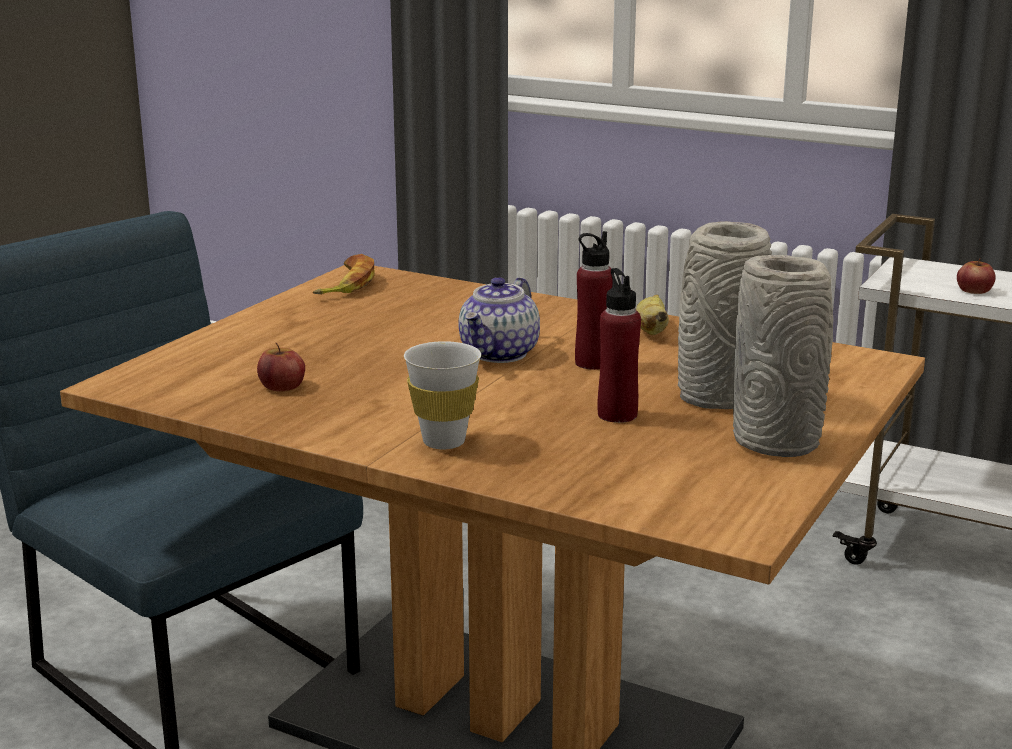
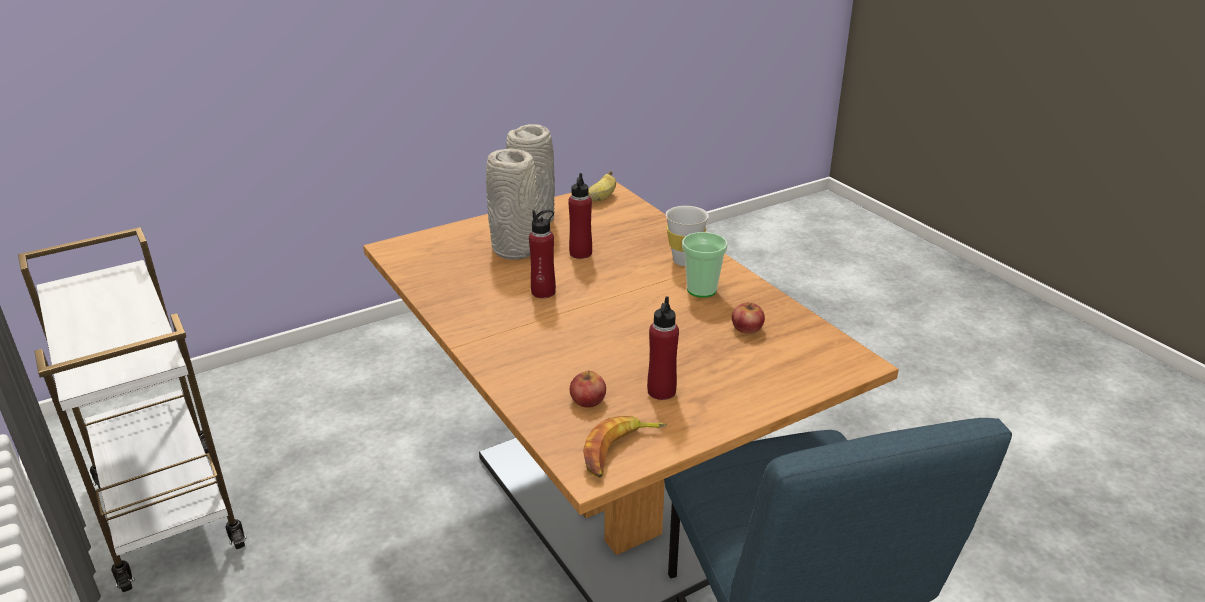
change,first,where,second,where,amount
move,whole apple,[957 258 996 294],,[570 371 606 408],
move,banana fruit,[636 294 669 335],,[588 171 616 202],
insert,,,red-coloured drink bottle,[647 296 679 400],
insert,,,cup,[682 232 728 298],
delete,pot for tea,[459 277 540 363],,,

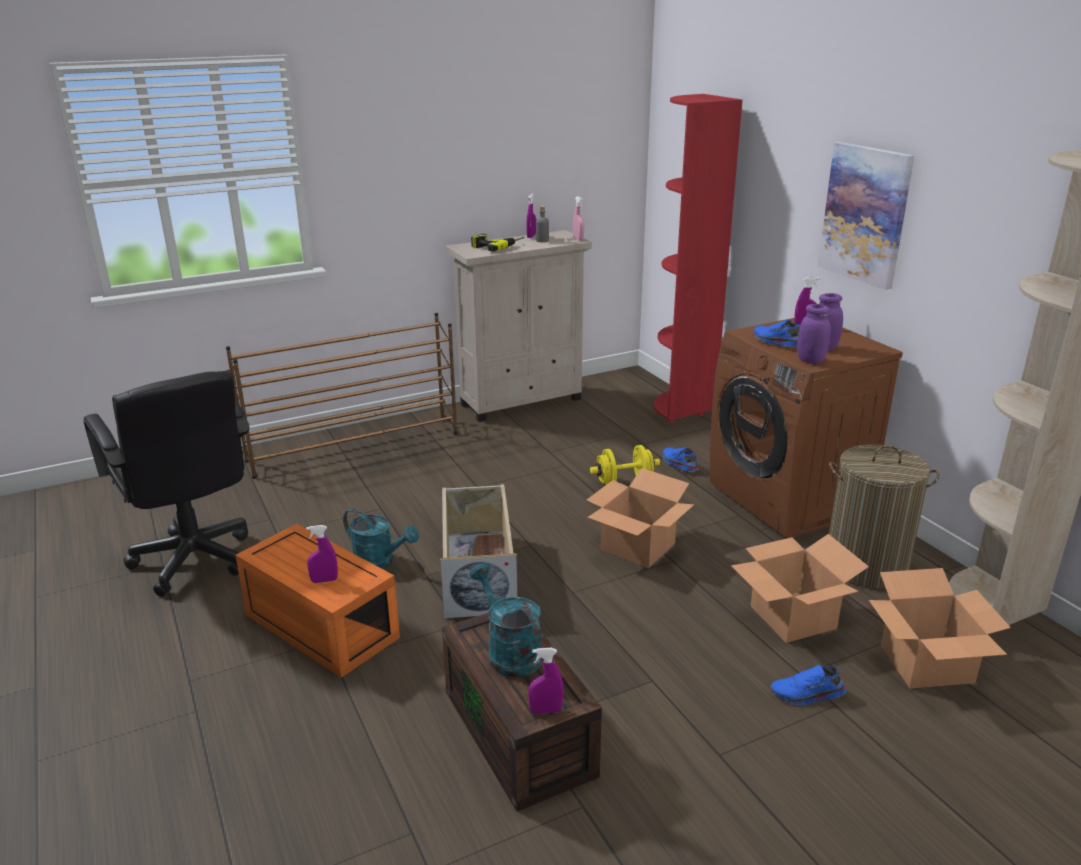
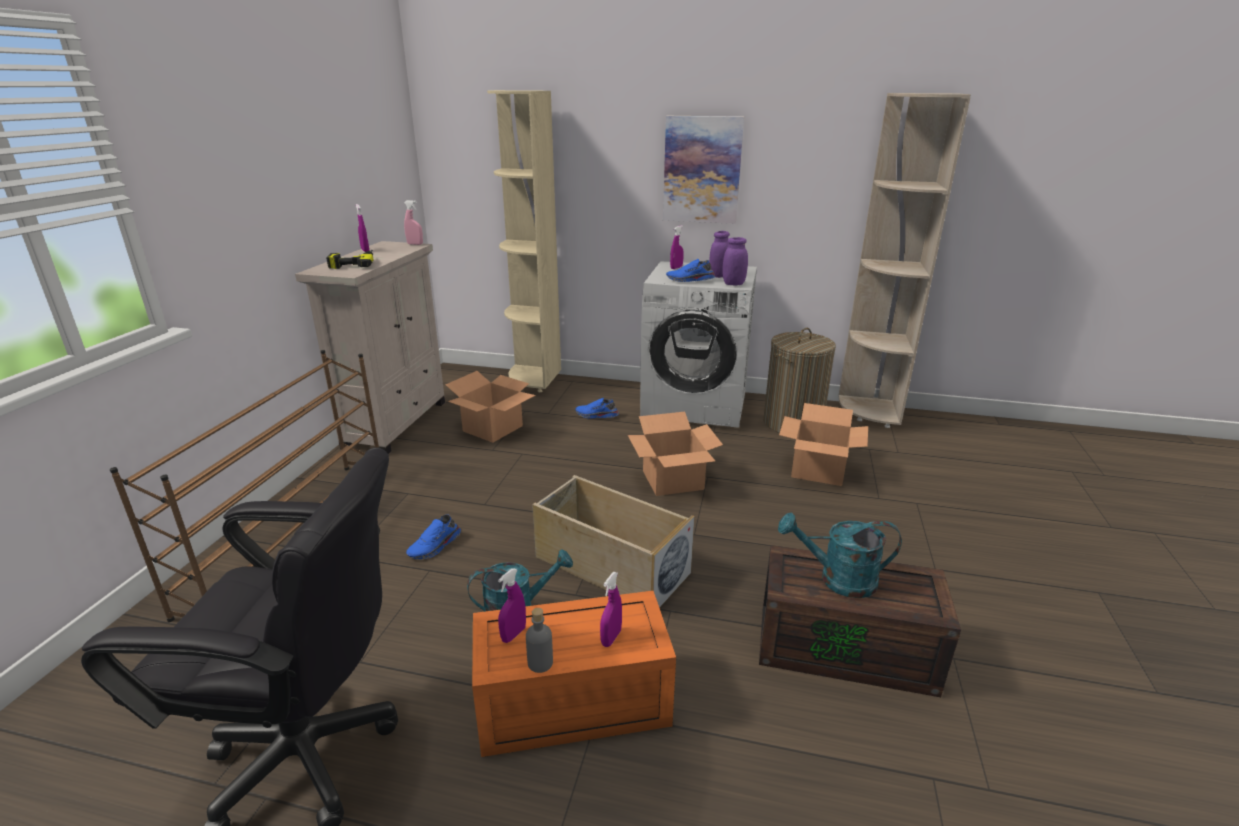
change,first,where,second,where,amount
move,blue-coloured item of footwear,[771 665 846 705],,[406 514 461 559],
move,cardboard box,[869 568 1011 688],,[445 371 536 443],
recolor,red-coloured bookshelf,[654 94 742 423],beige bookshelf,[487 90 561 392],
move,purple hand sprayer,[528 648 564 714],,[498 569 526 643],
move,greyish drink bottle,[536 206 549 242],,[526 608 553 673],
recolor,brownish laundry appliance,[710 318 903 538],white-coloured laundry appliance,[640 261 757 428],
delete,yellowish dumbbell,[590 445 660 485],,,

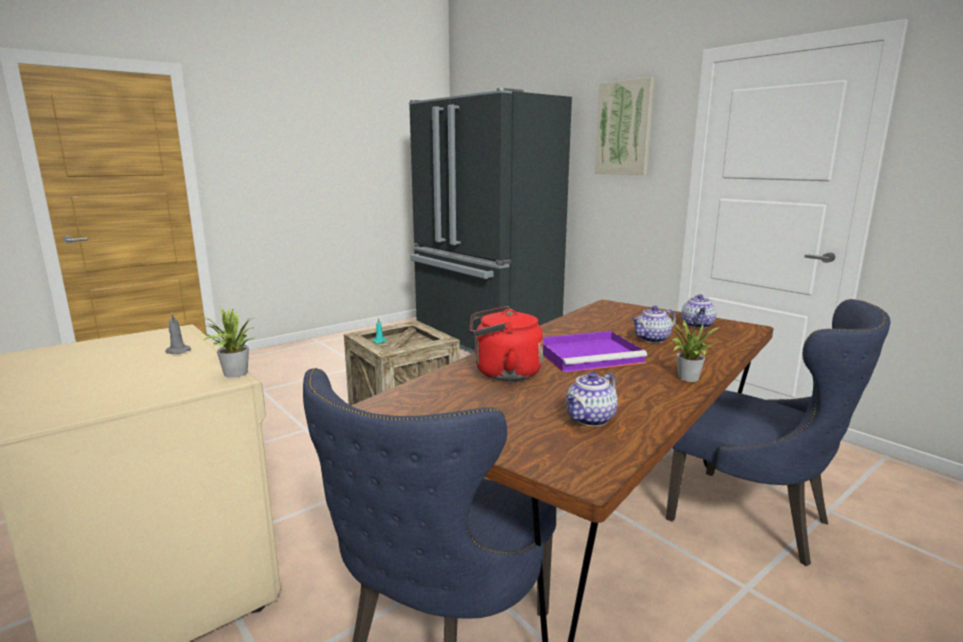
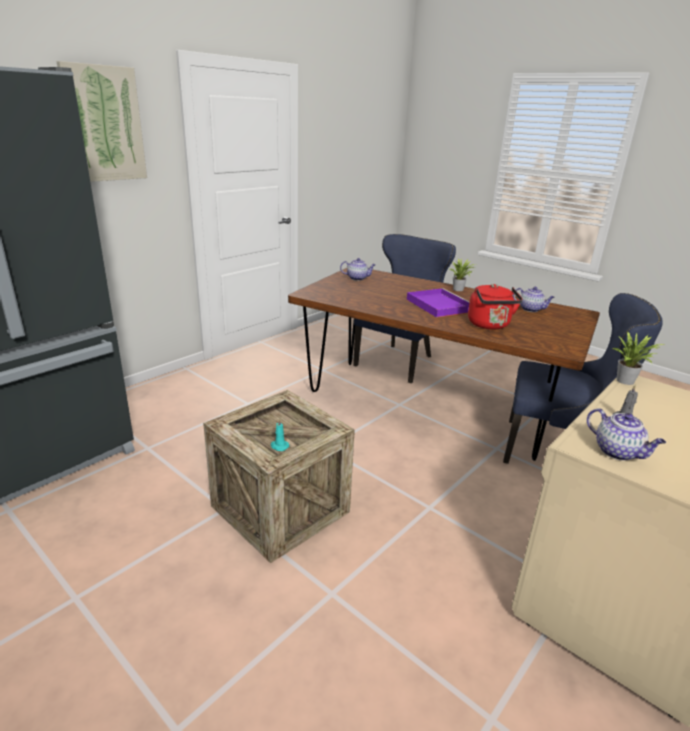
change,first,where,second,where,amount
move,pot for tea,[632 306 676 343],,[587 408 666 461],

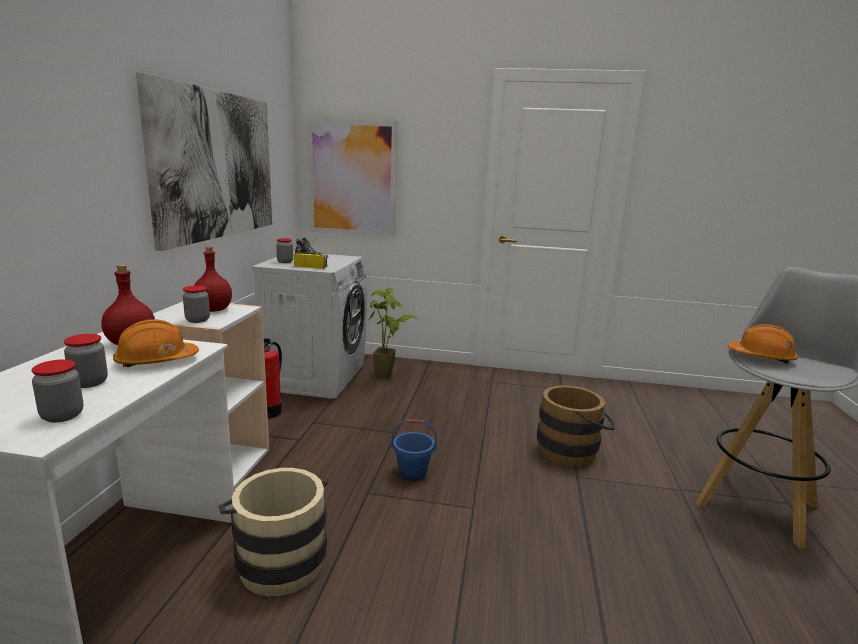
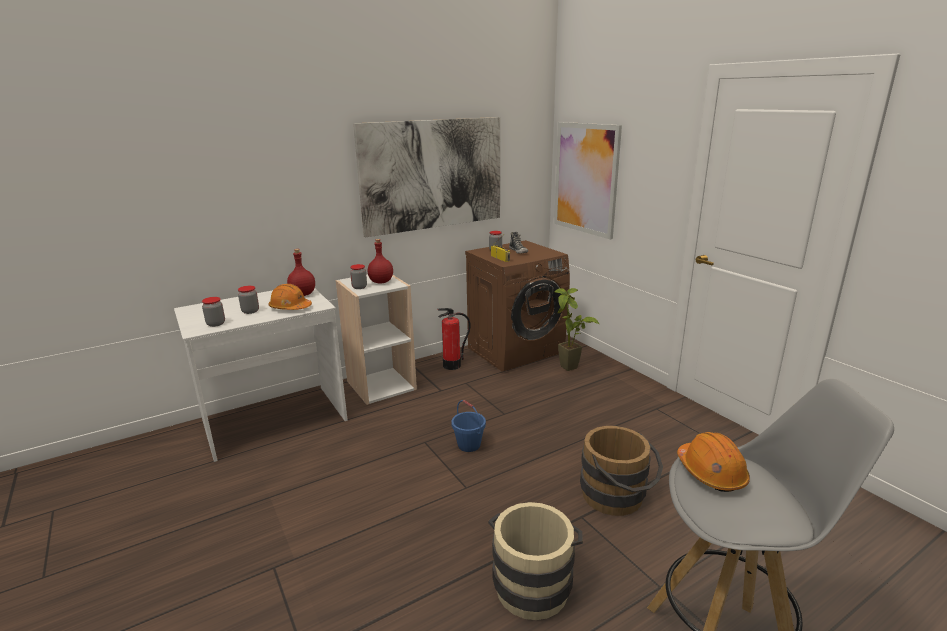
change,first,where,second,where,amount
recolor,white-coloured laundry appliance,[252 252 367 399],brownish laundry appliance,[465 240 570 371],
move,beige water bucket,[219 468 328 596],,[488 502 583 620],

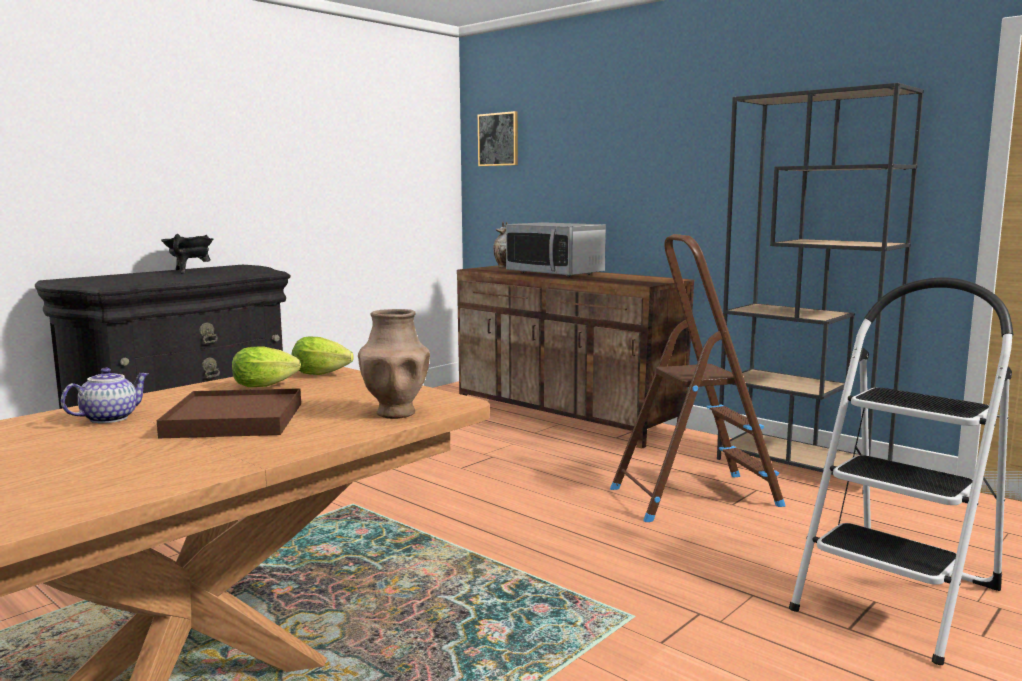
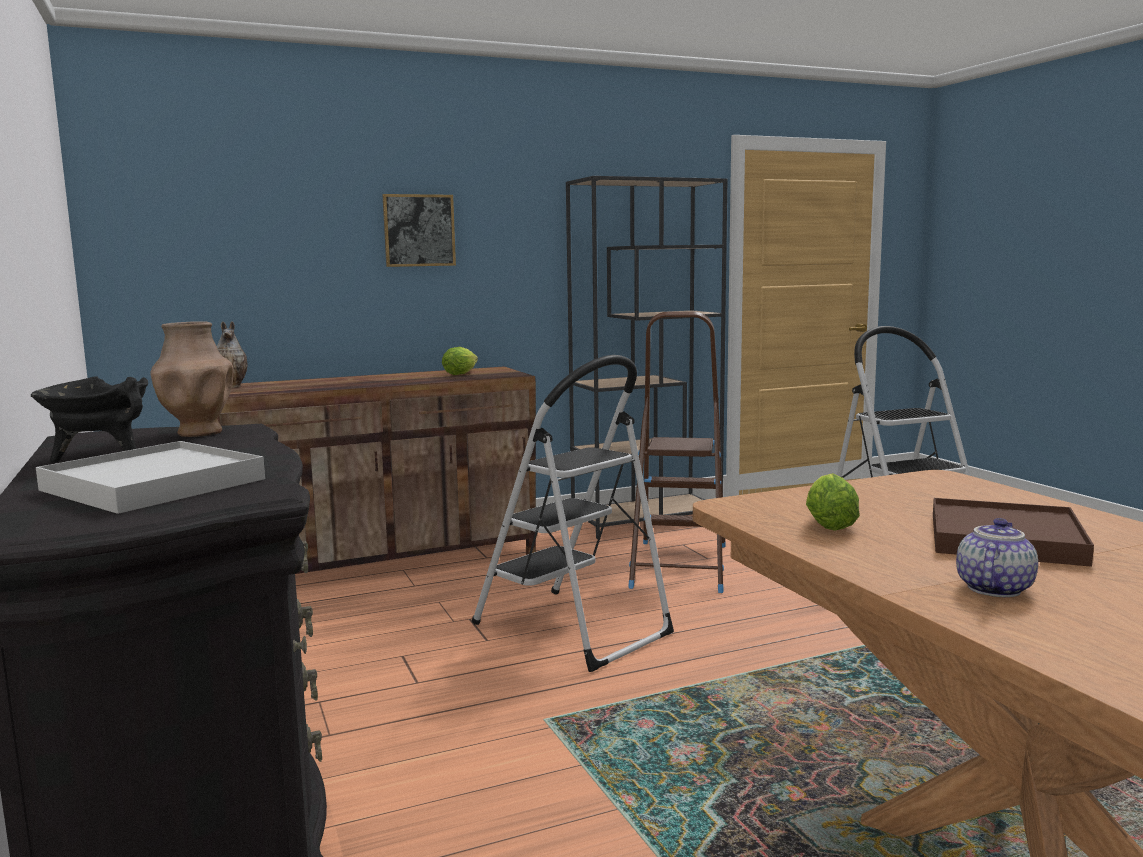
change,first,where,second,where,amount
insert,,,white-coloured serving tray,[36 441 265 514],
move,brownish flower vase,[358 309 430 419],,[150 321 234 437],
move,wall picture,[478 111 518 166],,[382 194 456 267],
move,lettuce head,[291 337 354 375],,[442 347 478 375],
insert,,,stepladder,[472 355 674 672],
rotate,pot for tea,[61 368 149 423],,[956 518 1038 597],60 degrees clockwise
delete,kitchen microwave,[506 222 606 277],,,

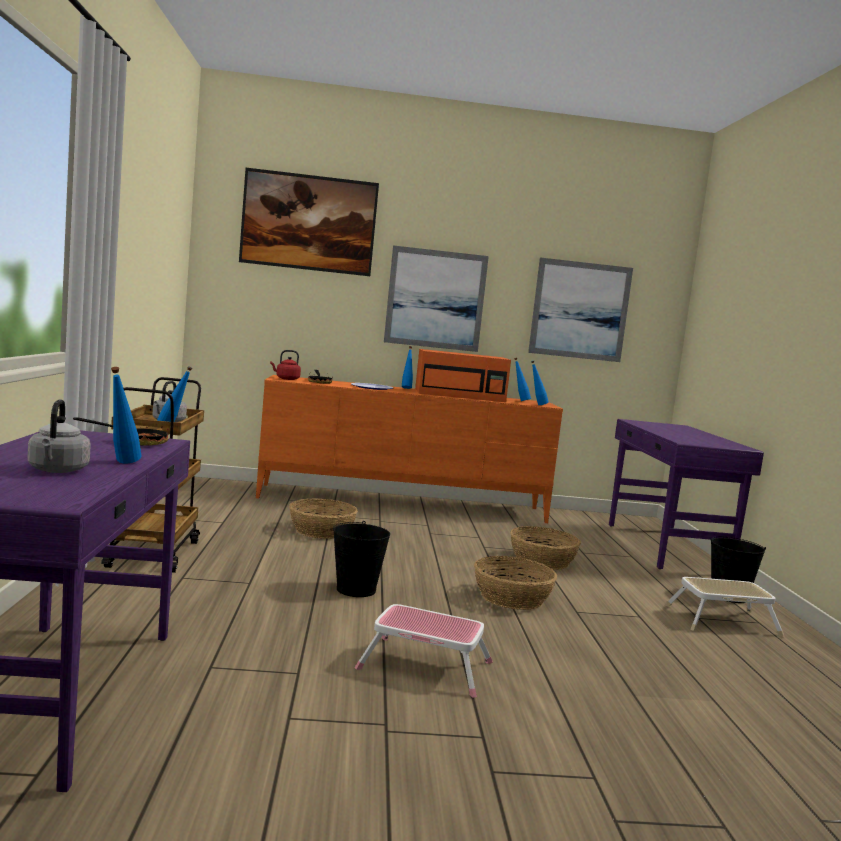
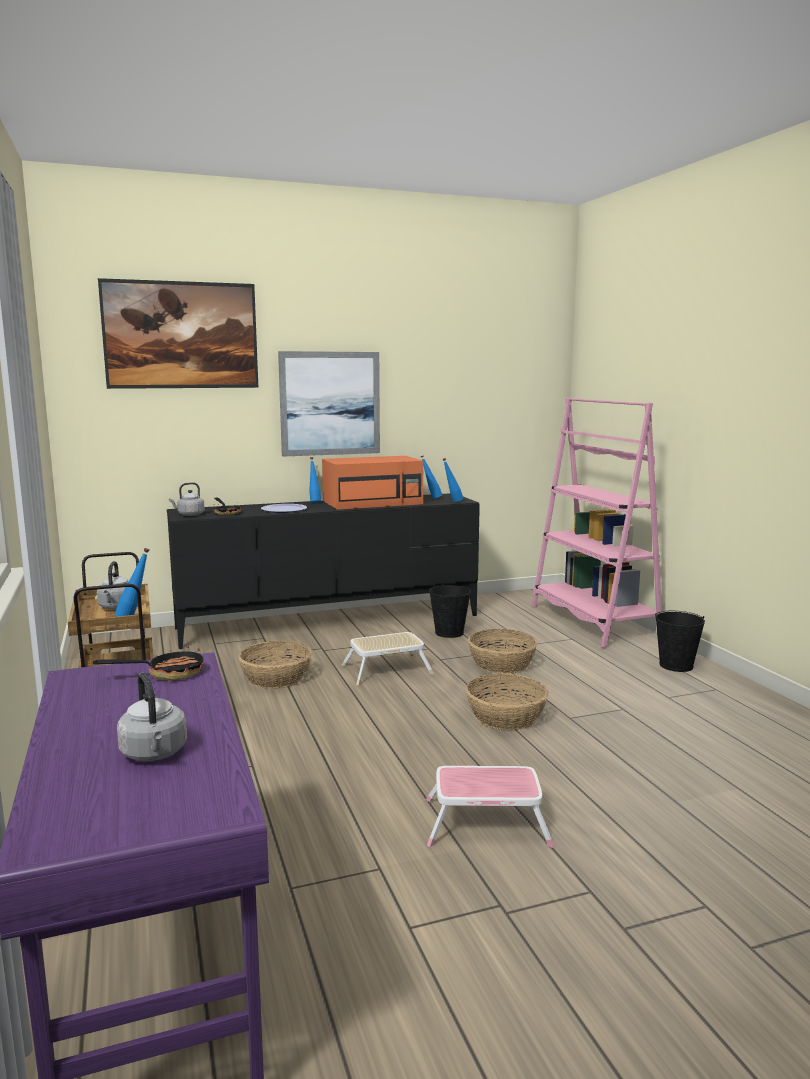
change,first,where,second,where,amount
recolor,orange-coloured cupboard,[256 375 563 523],black cupboard,[167 493 480 649],
recolor,red-coloured water kettle,[270 350 301 380],greyish water kettle,[169 482 205 516],
move,beige stepladder,[665 577 784 637],,[341 632 434 685],
move,black water bucket,[333 521 390 597],,[429 583 471 638],
replace,purple hall table,[609 419 764 569],pink-coloured bookshelf,[532 398 662 648],
delete,blue-coloured drink bottle,[111 367 141 463],,,
delete,wall picture,[528 257 633 362],,,

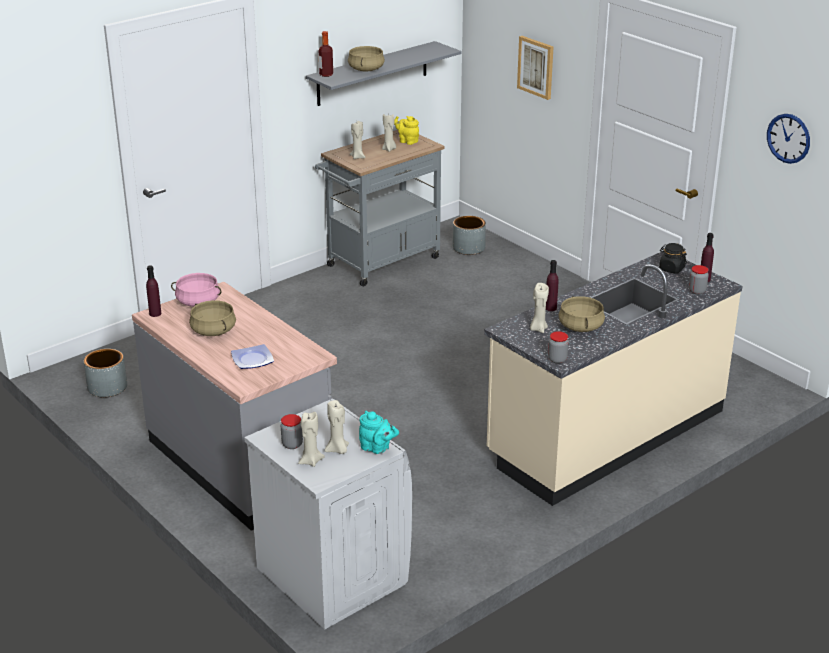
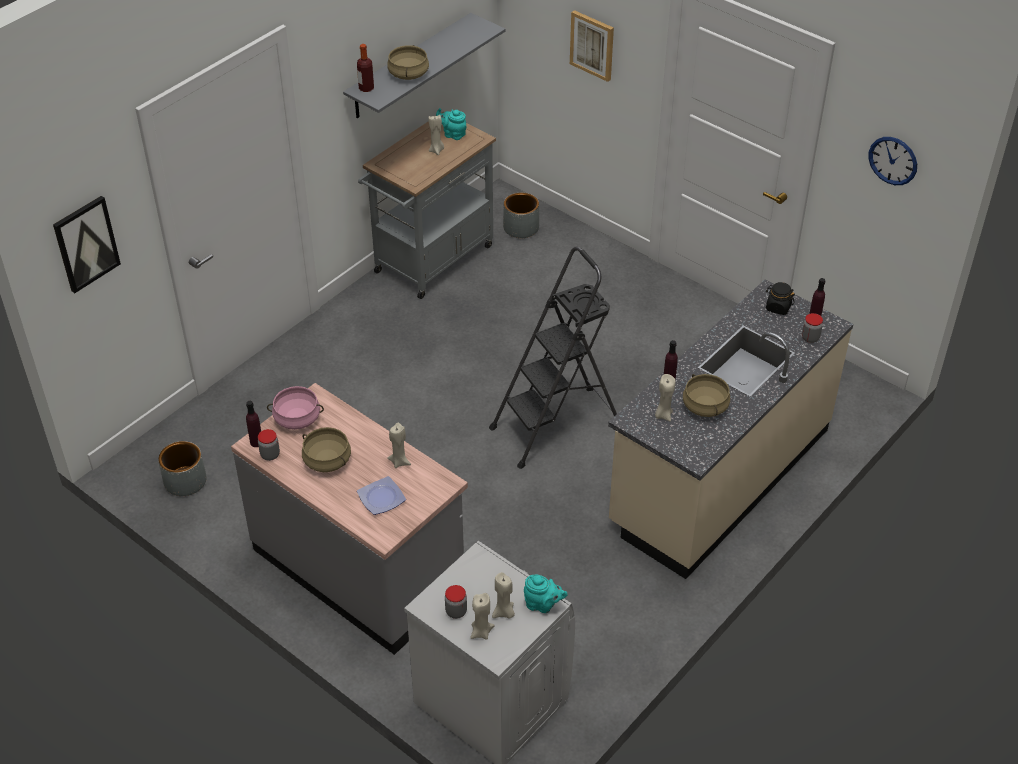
change,first,where,second,where,amount
insert,,,wall picture,[53 196 121 293],
move,storage jar,[548 331 569 363],,[258 429 280 461],
move,beige wax candle,[350 121 365 159],,[387 423 411 468],
recolor,yellowish pot for tea,[394 116 419 145],blue-green pot for tea,[436 108 467 140],
insert,,,stepladder,[489 247 617 469],

